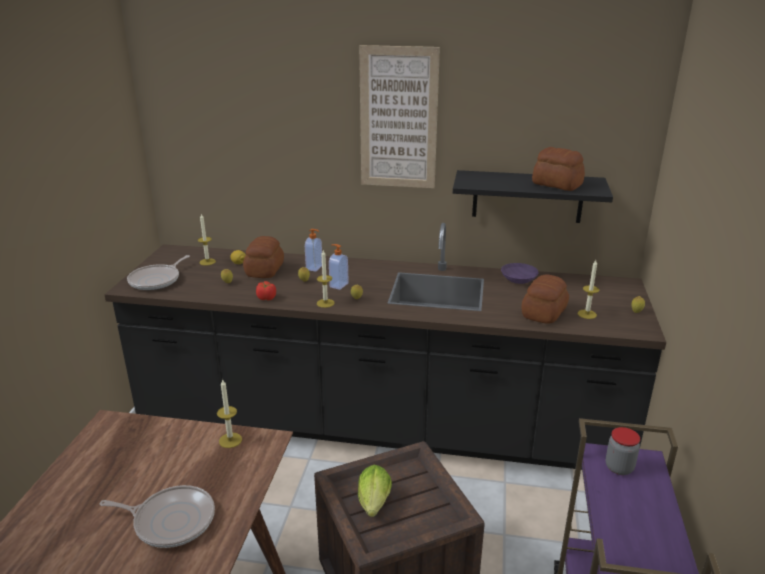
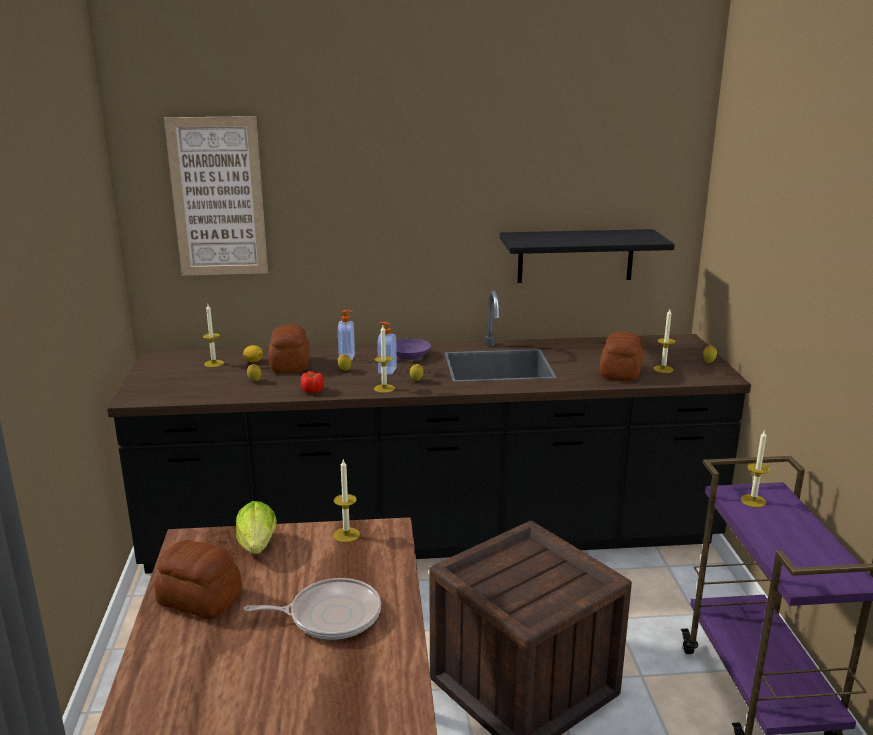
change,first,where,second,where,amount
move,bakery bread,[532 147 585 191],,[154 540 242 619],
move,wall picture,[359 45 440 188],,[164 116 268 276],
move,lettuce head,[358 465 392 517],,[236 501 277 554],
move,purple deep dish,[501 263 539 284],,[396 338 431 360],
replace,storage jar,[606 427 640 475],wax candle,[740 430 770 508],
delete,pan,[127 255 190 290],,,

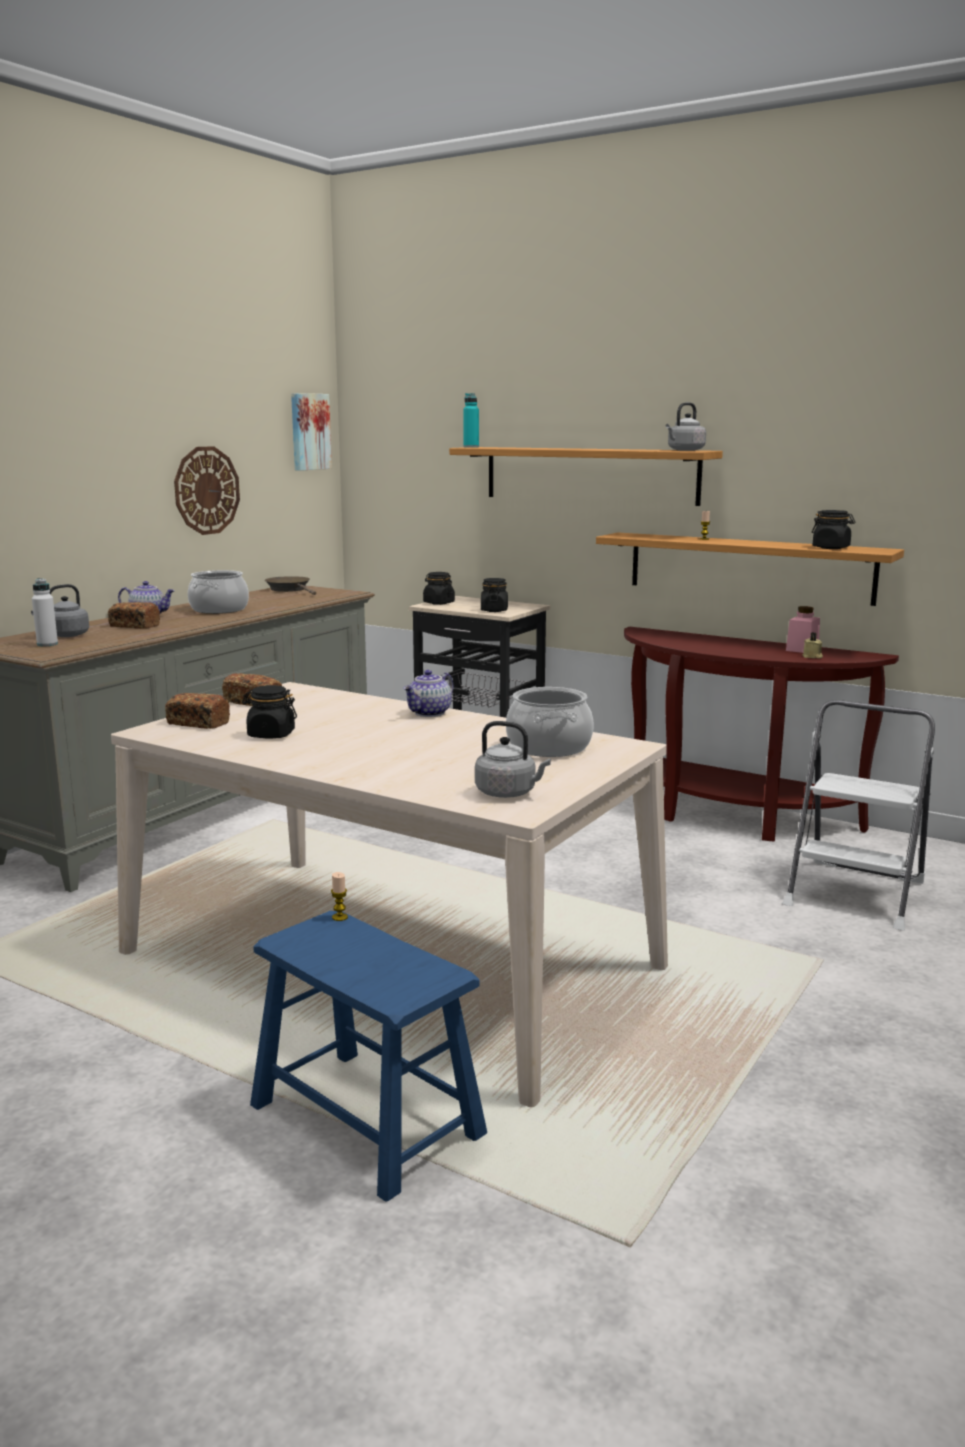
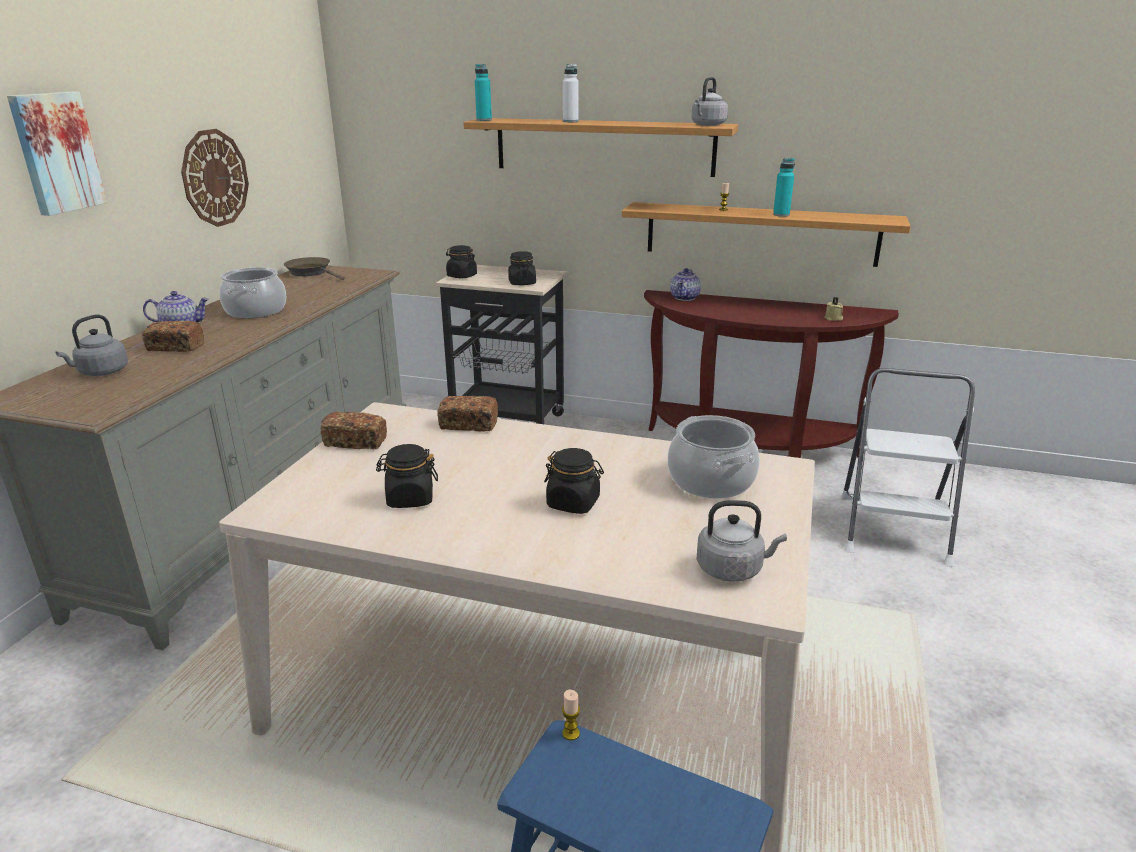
change,first,where,second,where,amount
move,wall picture,[291 393 332 471],,[7 92 107 216],
move,bakery bread,[165 693 230 729],,[437 396 498 432],
move,black storage jar,[812 510 855 549],,[544 448 604 514],
move,white-coloured drink bottle,[32 578 58 646],,[563 64 579 122],
move,pot for tea,[403 670 453 717],,[670 268 701 301],
insert,,,blue-green drink bottle,[773 158 795 217],
delete,pink-coloured storage jar,[786 606 820 653],,,

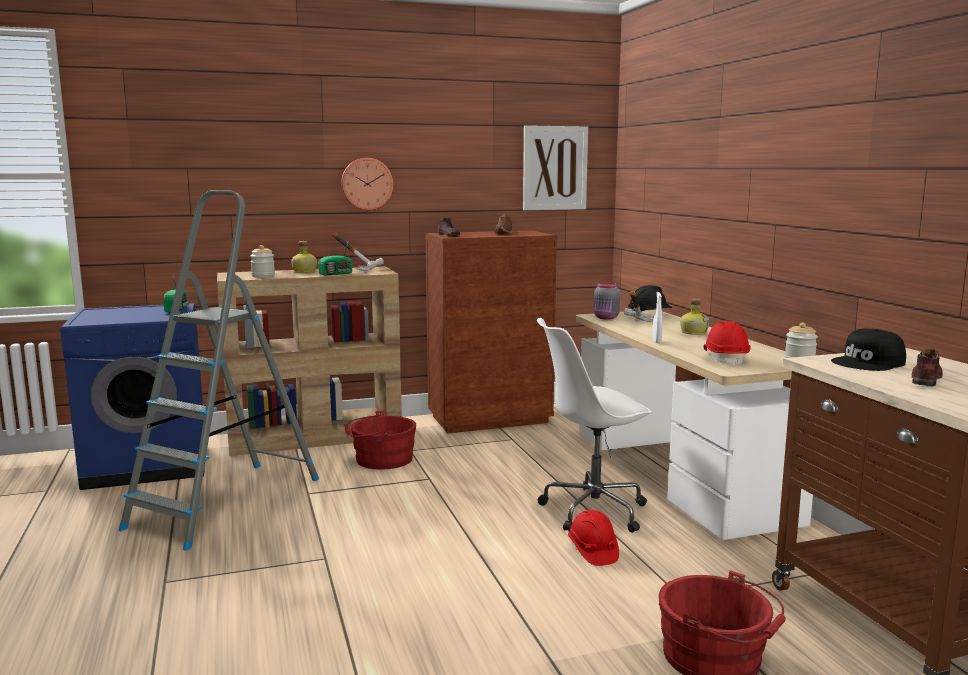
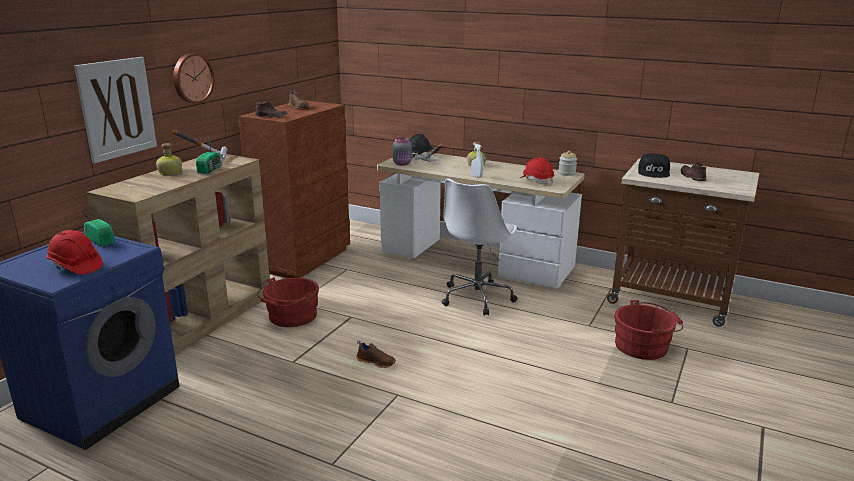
change,first,where,second,where,amount
move,red-coloured work helmet,[568 510 619 566],,[47 230 103 274],
move,wall picture,[523 125 588 210],,[74 57 157 163],
insert,,,brownish item of footwear,[356 341 396 368],
delete,greyish stepladder,[119 190 319 551],,,
delete,storage jar,[250 245 275 278],,,

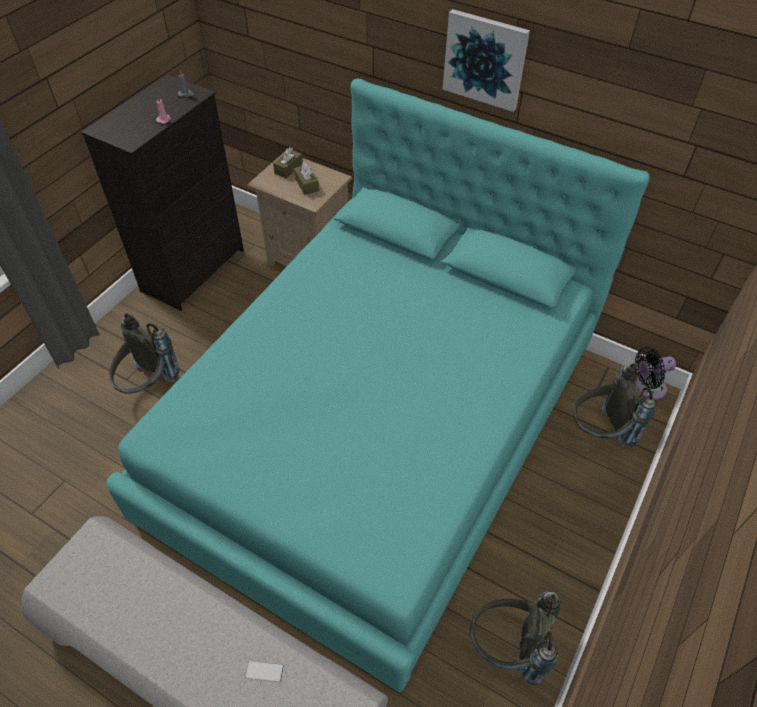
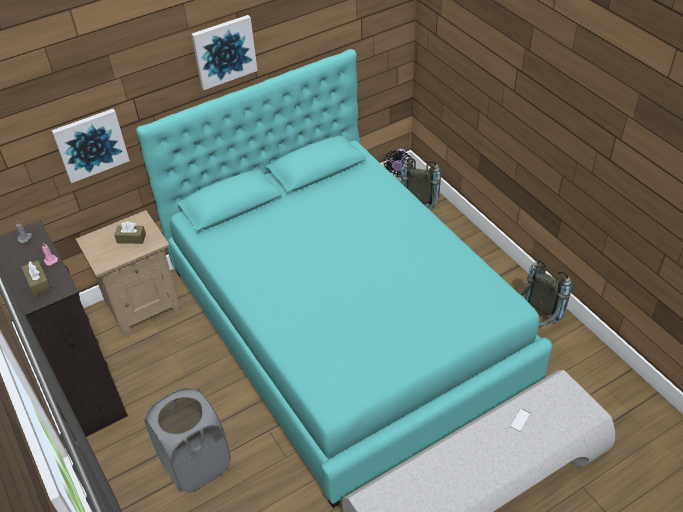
change,first,where,second,where,amount
move,brownish tissue holder,[273 147 303 178],,[21 260 51 296],
insert,,,wall picture,[51 109 130 183],
replace,greyish knapsack,[109 313 180 394],greyish laundry basket,[145 388 231 492],

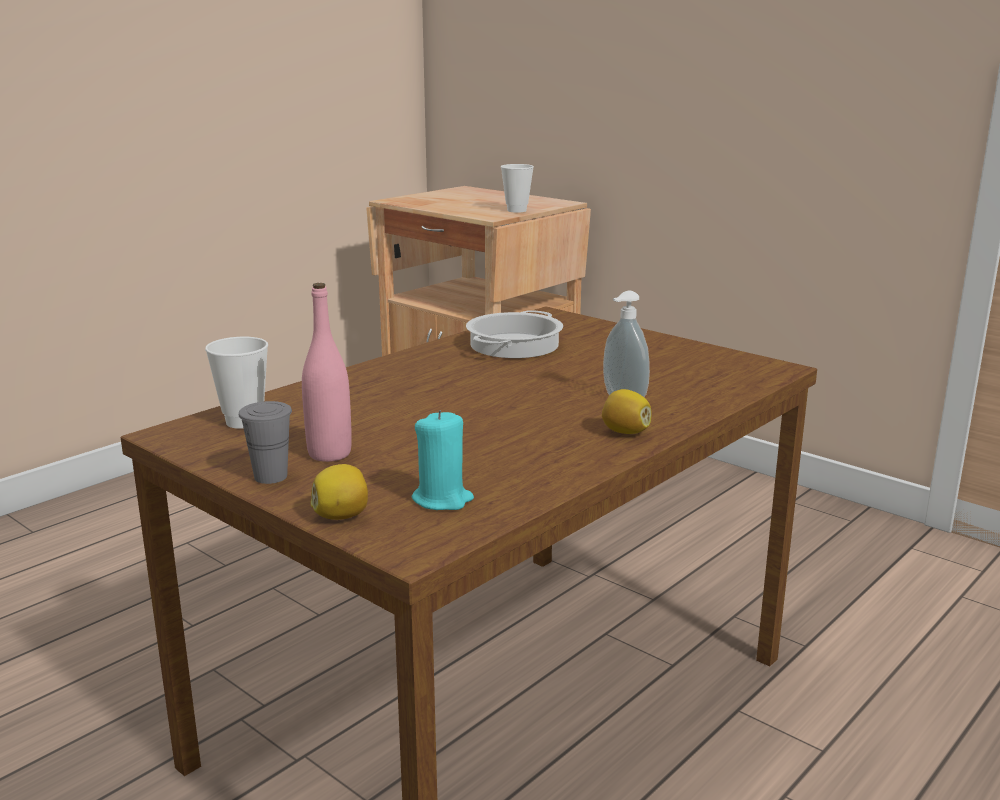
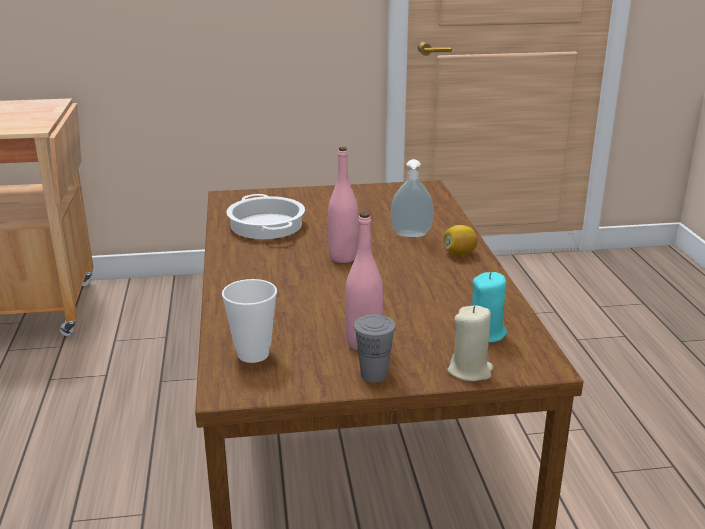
change,first,where,second,where,amount
insert,,,pink-coloured drink bottle,[328 147 359 263],
replace,lemon,[310 464 368 520],beige wax candle,[447 305 493 381],
delete,cup,[501 164 534 213],,,

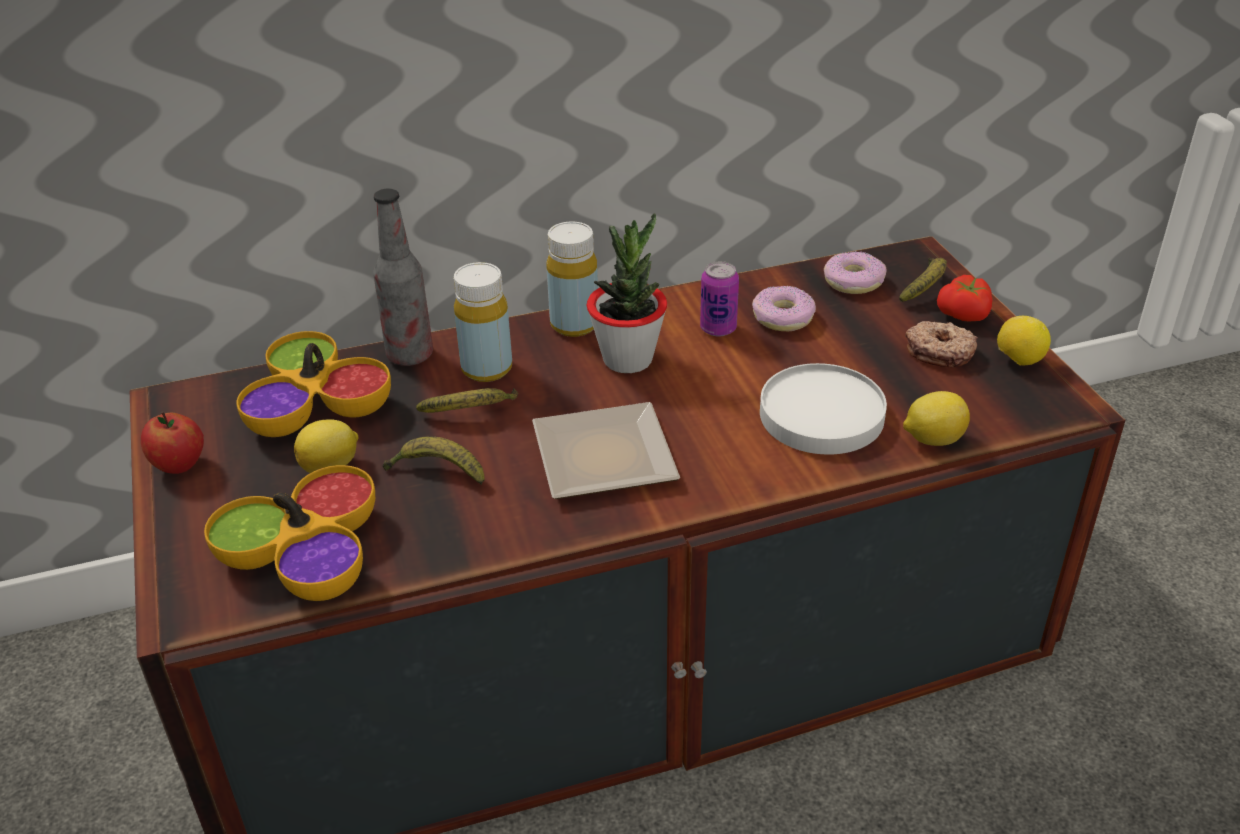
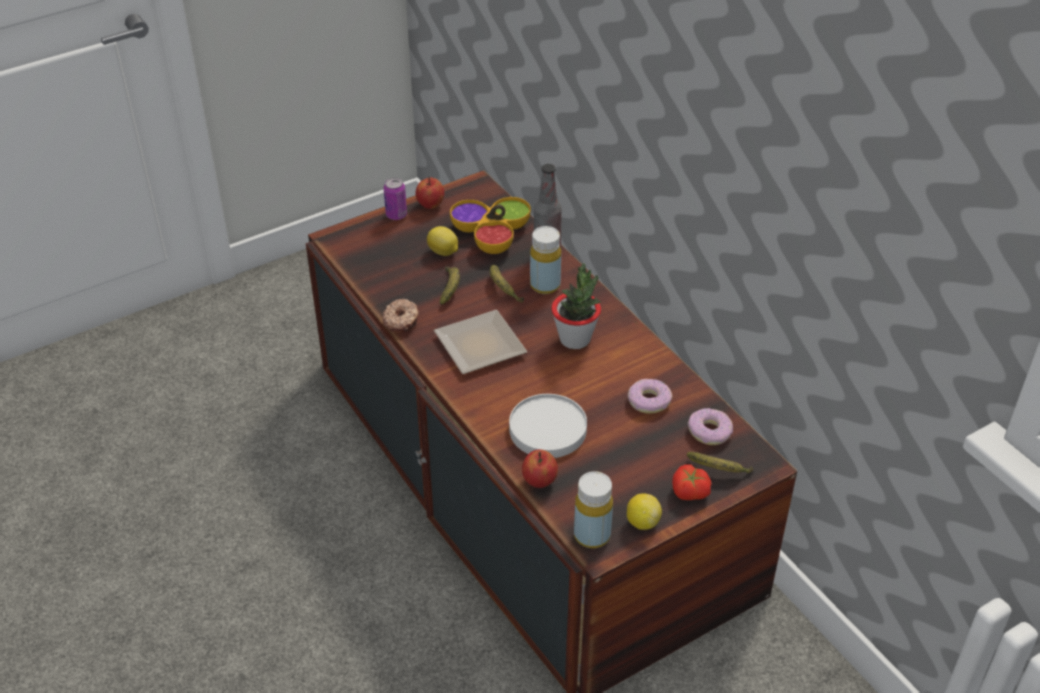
change,first,where,second,where,amount
move,ring doughnut,[905 321 978 367],,[383 299 419 333],
move,metal can,[700 261 739 337],,[384 178 407 220],
replace,lemon,[903 391 970 446],whole apple,[522 449 558 488],
move,yellowish drink bottle,[546 222 598 337],,[574 471 613 548],
delete,deep dish,[204 465 375 601],,,

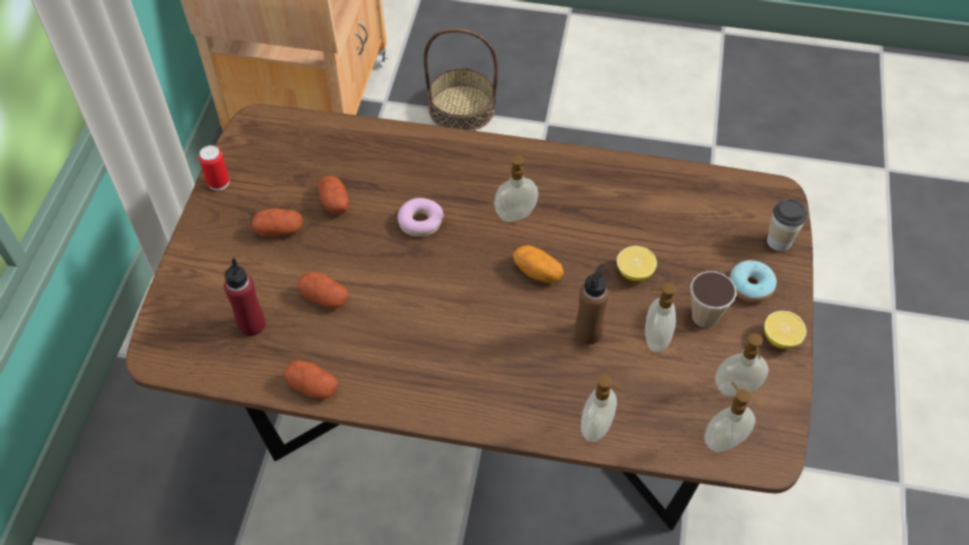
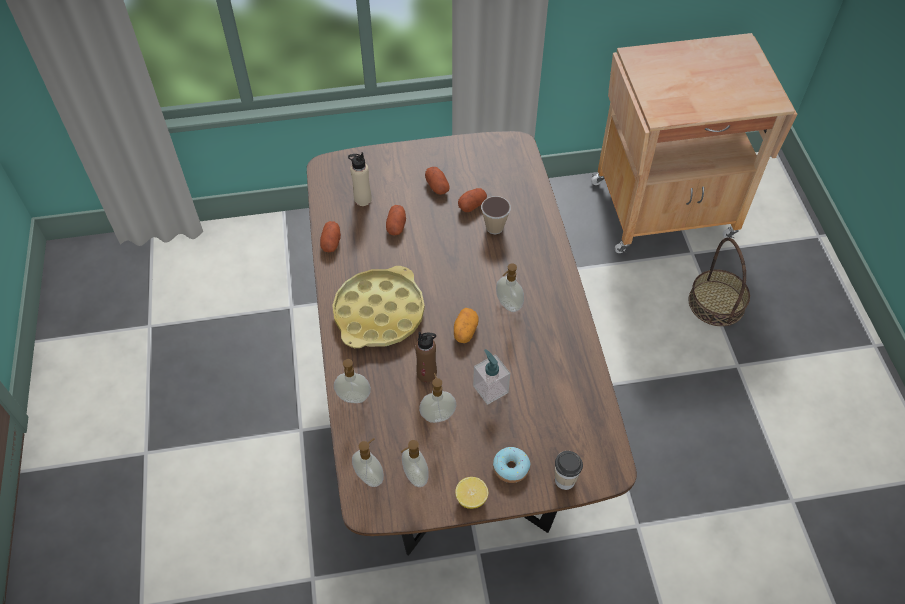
change,first,where,second,where,amount
insert,,,yellowish serving tray,[332 266 425 348],
recolor,red-coloured drink bottle,[224 258 266 336],beige drink bottle,[348 152 372 206],
replace,lemon,[617 246 657 281],liquid soap bottle,[473 349 510 405],
move,cup,[690 271 737 328],,[481 196 511 234],
delete,metal can,[199 145 229 190],,,
delete,ring doughnut,[398 198 444 237],,,

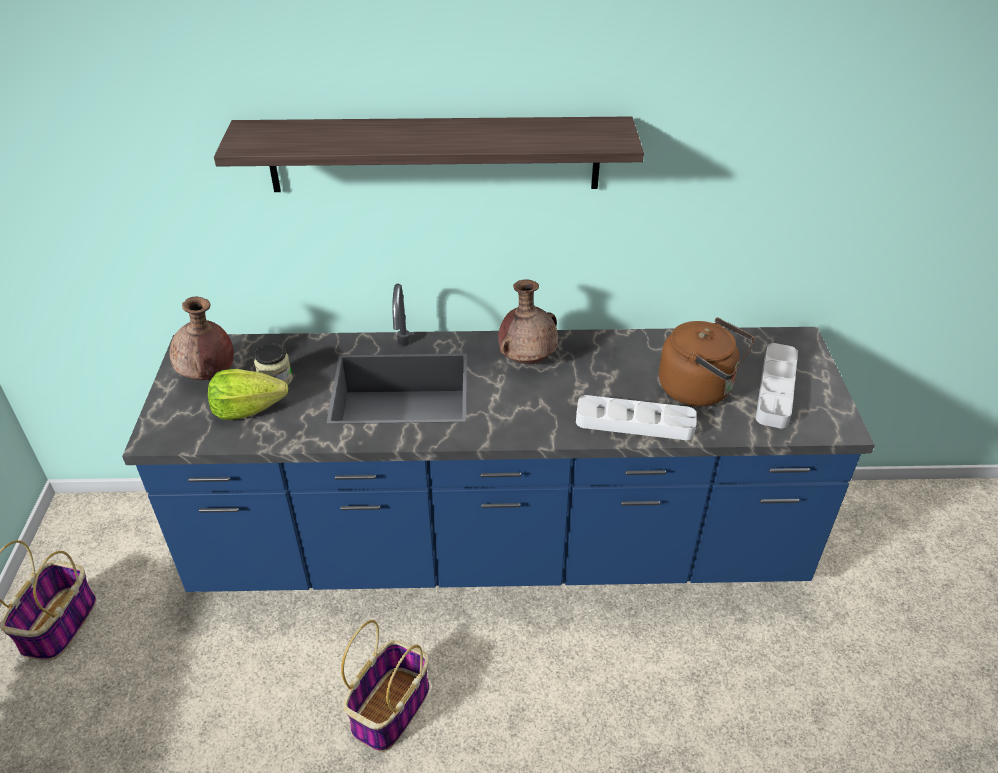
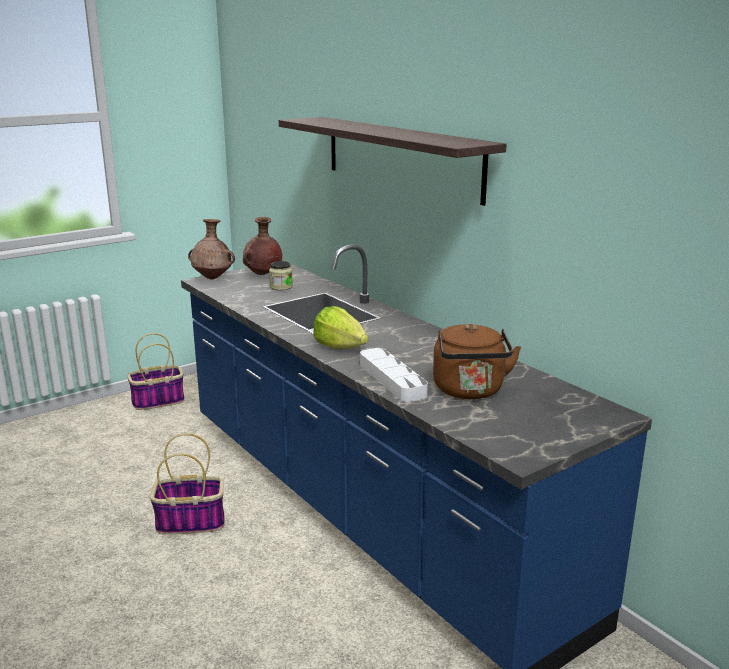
change,first,where,second,where,amount
move,brownish flower vase,[498 279 558 364],,[188 219 235 280],
move,lettuce head,[208 369 288 420],,[313 306 368 349],
delete,greyish serving tray,[756 343 798 429],,,

